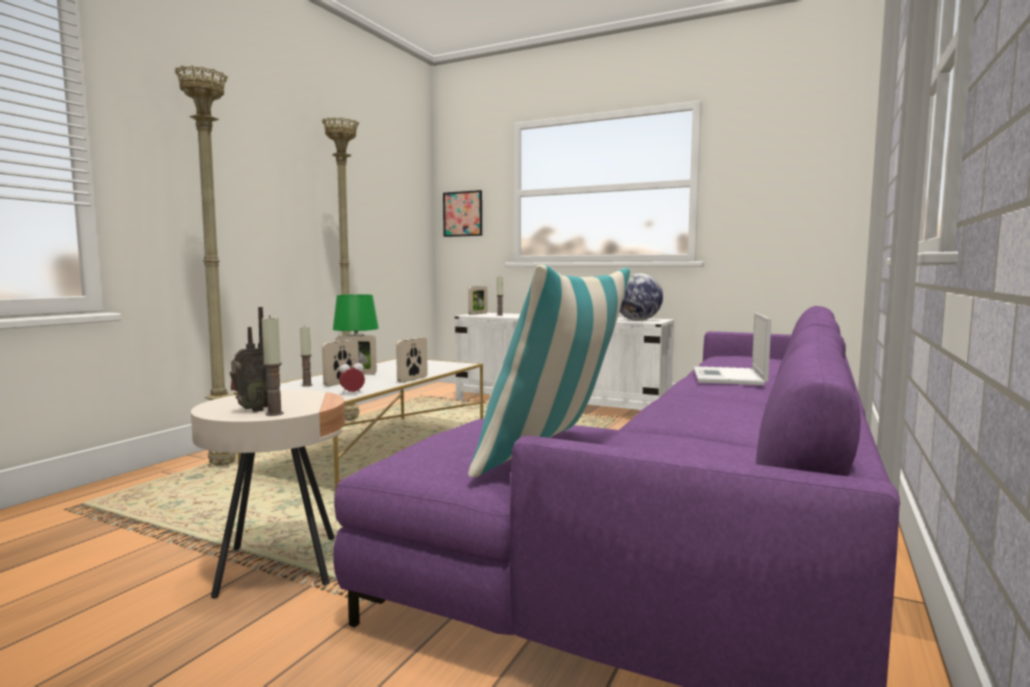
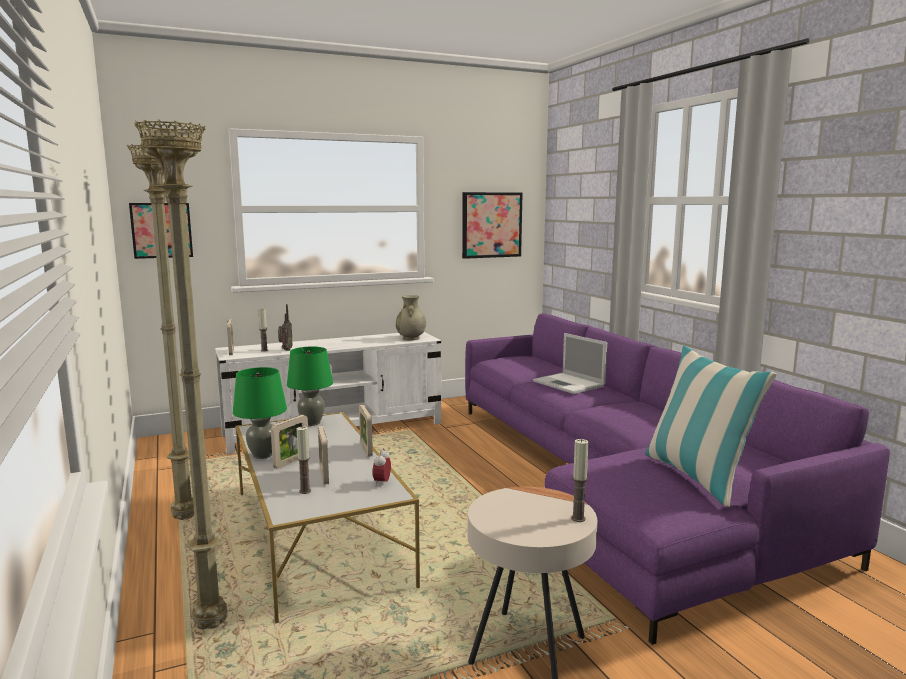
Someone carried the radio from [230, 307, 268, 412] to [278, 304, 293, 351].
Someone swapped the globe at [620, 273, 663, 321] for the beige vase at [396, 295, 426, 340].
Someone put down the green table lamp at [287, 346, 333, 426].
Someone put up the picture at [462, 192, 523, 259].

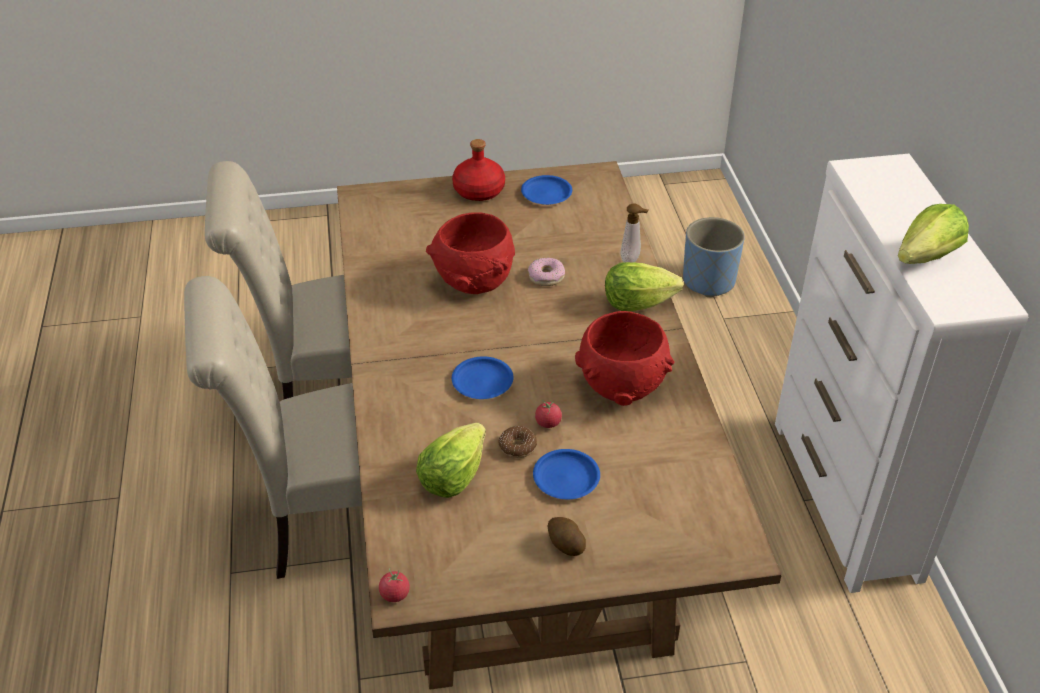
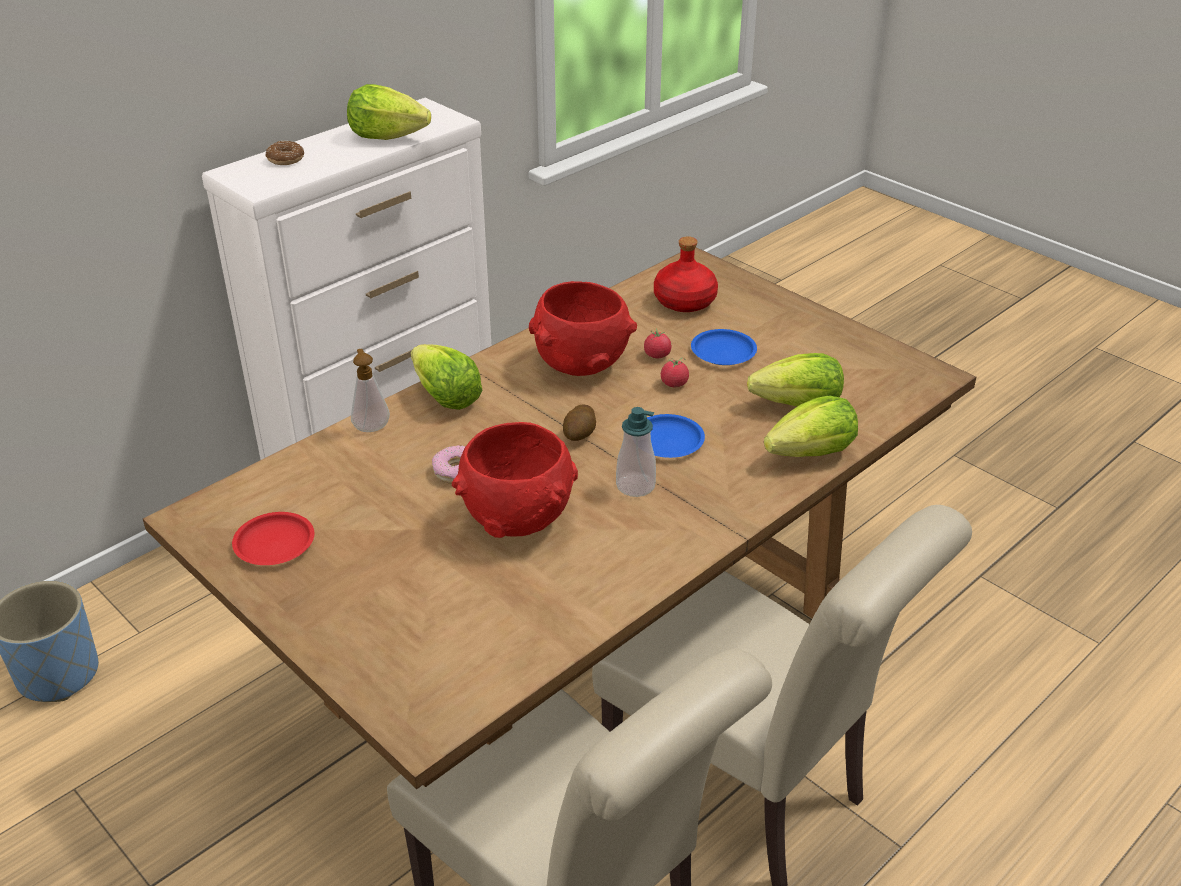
Someone carried the tomato from [379, 568, 410, 602] to [644, 328, 671, 358].
Someone carried the red bottle from [452, 139, 505, 201] to [654, 236, 718, 312].
Someone carried the donut from [499, 426, 537, 458] to [266, 141, 304, 165].
Someone repainted the blue plate at [521, 175, 572, 205], which became the red plate at [232, 512, 314, 565].
Someone carried the potato from [547, 517, 586, 556] to [563, 404, 596, 441].
Someone put down the soap dispenser at [616, 407, 656, 497].
Someone put down the lettuce at [764, 395, 858, 457].

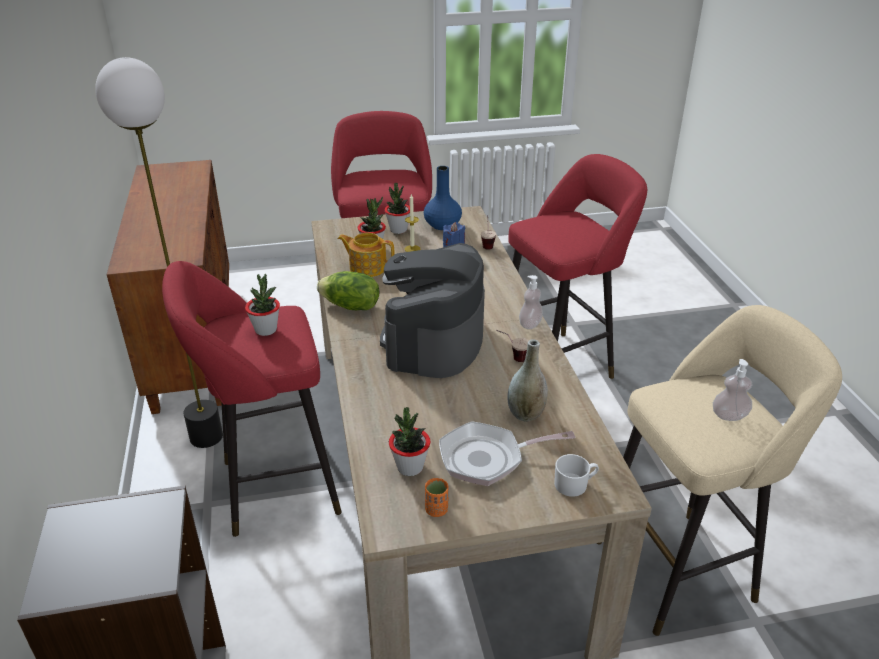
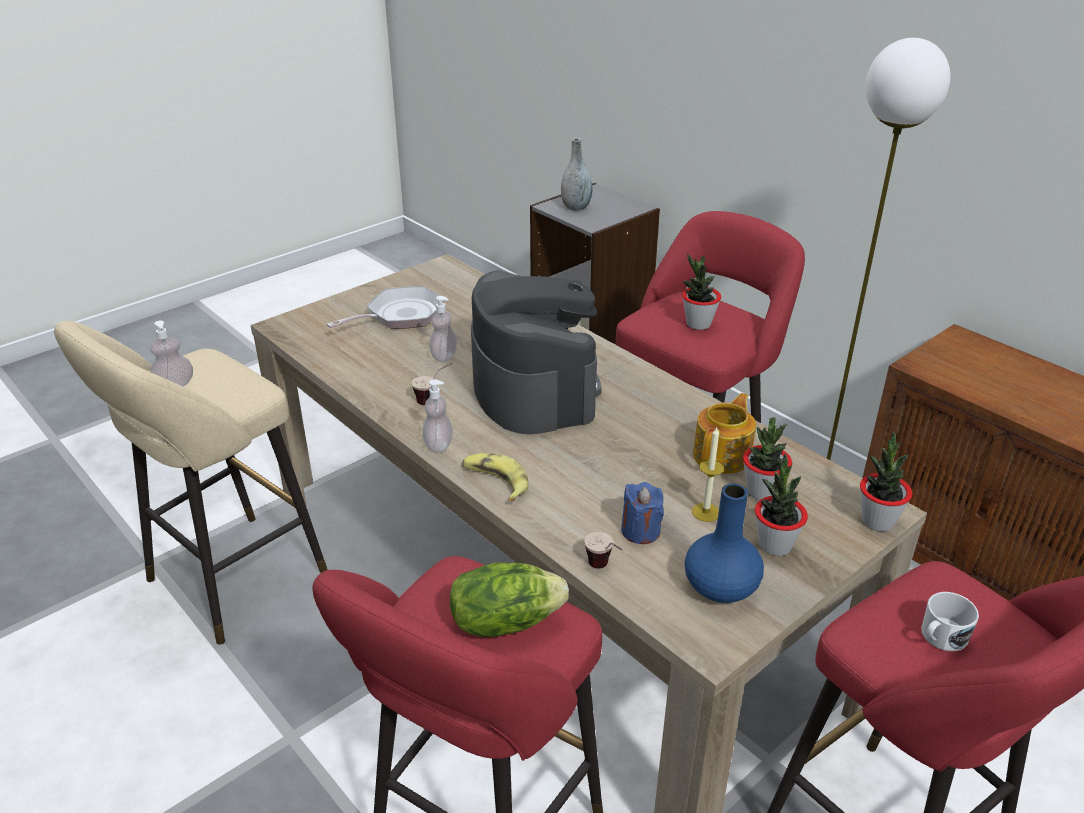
Someone carried the lettuce from [317, 271, 379, 310] to [450, 562, 569, 637].
Someone rotated the teapot at [338, 233, 395, 277] by 45 degrees counterclockwise.
Someone carried the potted plant from [389, 407, 431, 476] to [860, 431, 912, 532].
Someone took away the orange cup at [425, 478, 449, 517].
Someone carried the grey vase from [507, 339, 548, 422] to [561, 138, 592, 211].
Someone carried the white mug from [554, 454, 599, 497] to [921, 592, 979, 651].
Someone put down the soap dispenser at [430, 296, 457, 362].
Someone put down the banana at [462, 453, 528, 502].

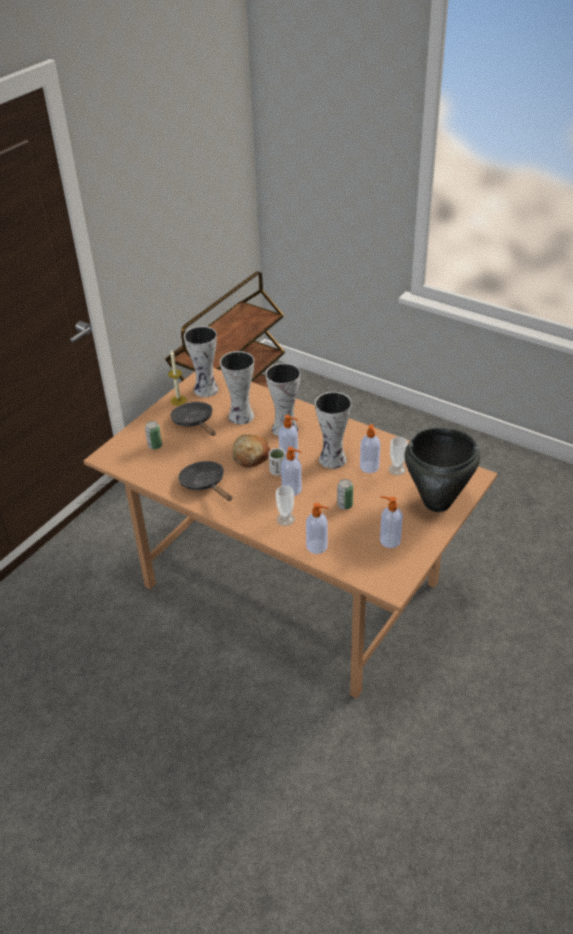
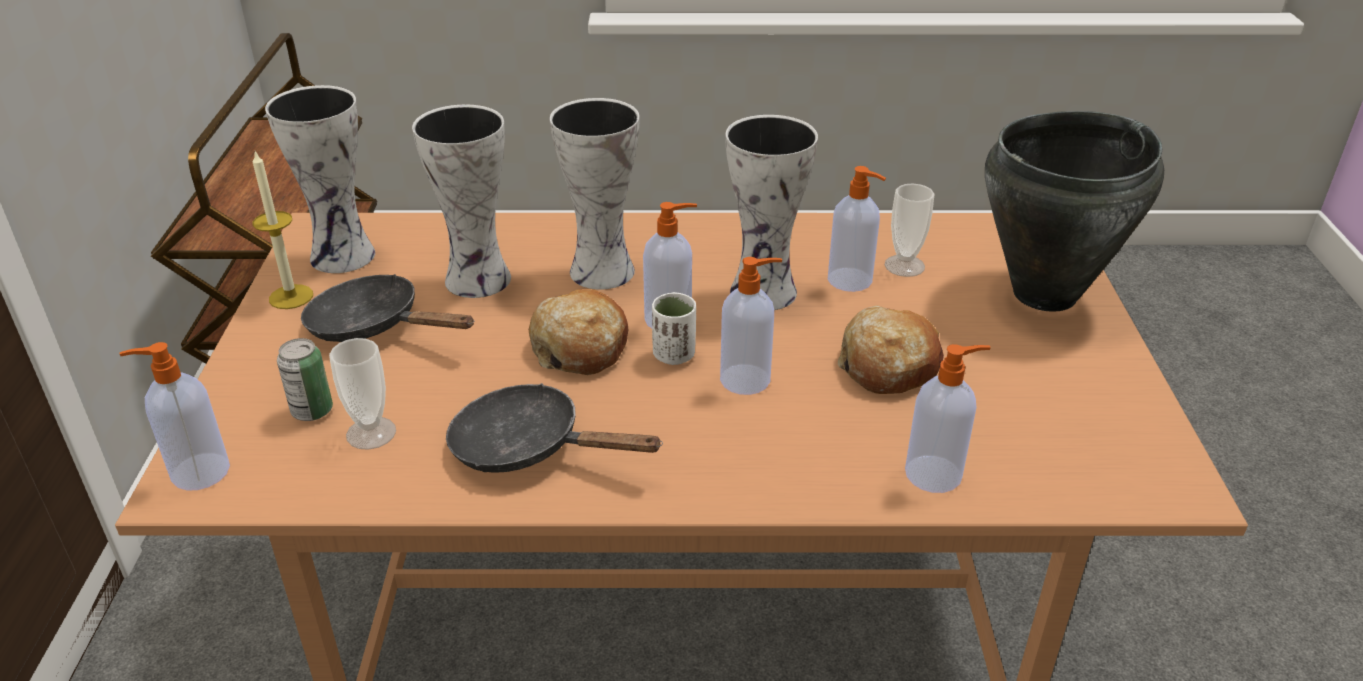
Someone carried the cup from [276, 486, 295, 526] to [329, 338, 396, 450].
Someone swapped the can at [337, 479, 353, 509] for the bread at [838, 305, 944, 394].
Someone carried the soap dispenser from [380, 496, 403, 548] to [120, 342, 230, 491].

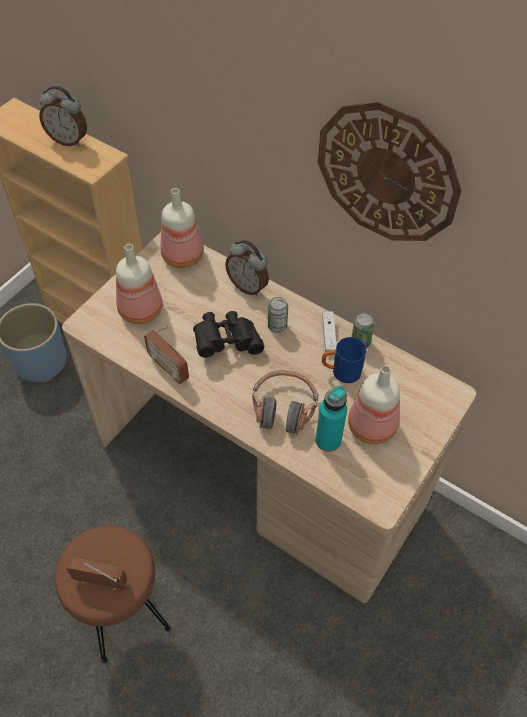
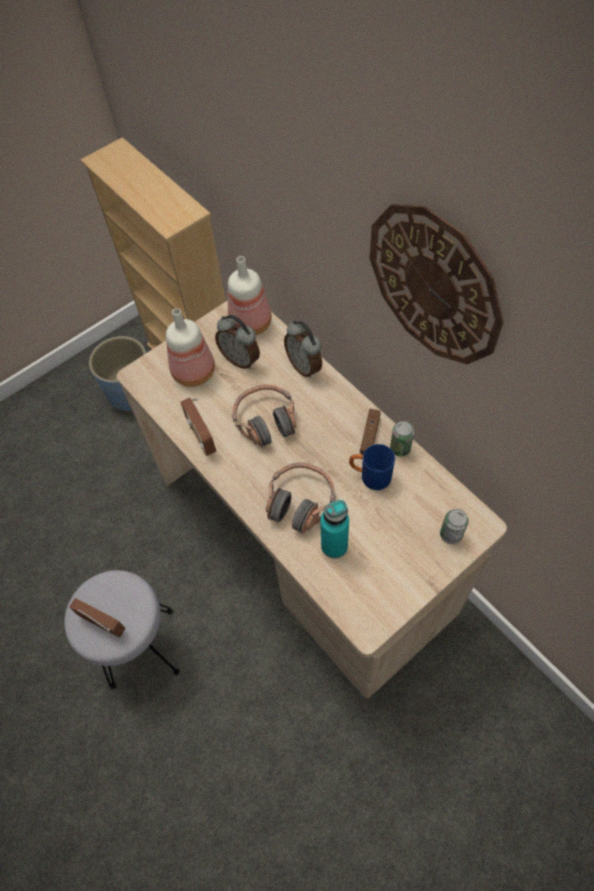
Someone carried the alarm clock from [39, 86, 87, 147] to [215, 315, 260, 369].
Someone repainted the brown stool at [55, 525, 171, 663], which became the grey stool at [64, 570, 180, 689].
Someone swapped the black binoculars at [193, 311, 264, 358] for the headphones at [232, 384, 297, 448].
Someone carried the can from [268, 297, 288, 333] to [440, 509, 468, 544].
Someone repainted the white game controller at [322, 311, 337, 355], which became the brown game controller at [360, 409, 381, 455].
Someone took away the bottle at [348, 365, 400, 444].

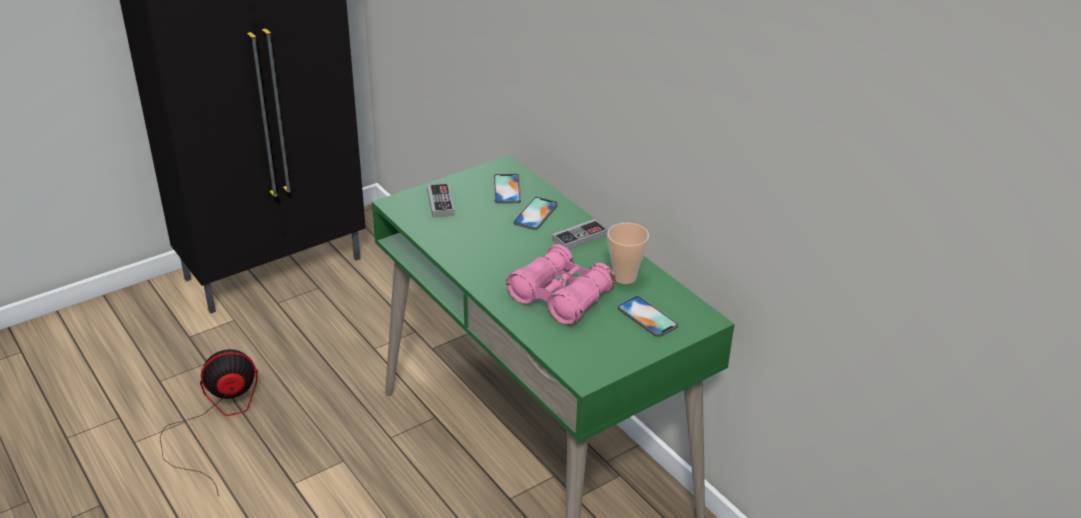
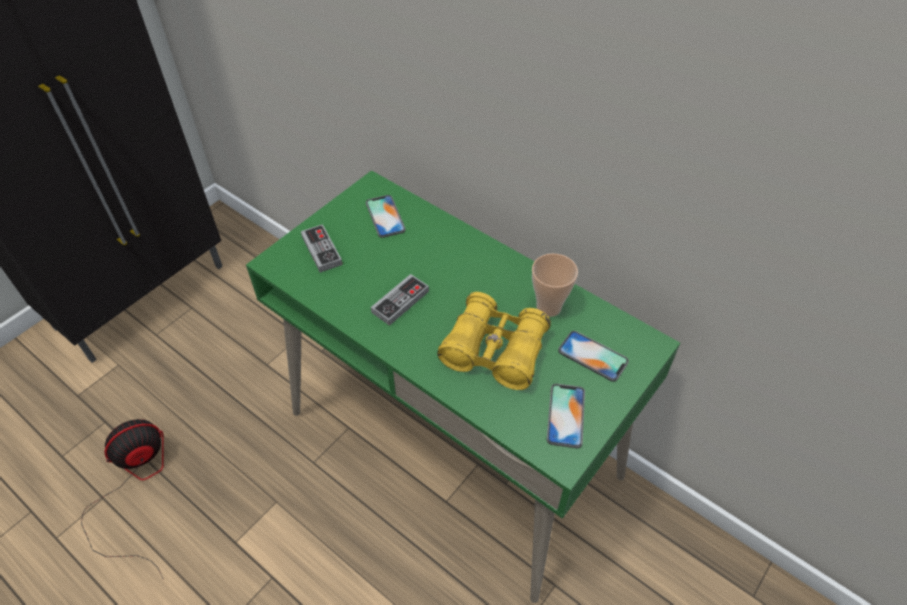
Someone repainted the pink binoculars at [506, 244, 616, 325], which became the yellow binoculars at [437, 292, 551, 390].
Someone carried the phone from [513, 197, 558, 230] to [547, 384, 585, 448].
Someone carried the game controller from [552, 219, 608, 250] to [371, 274, 429, 326].

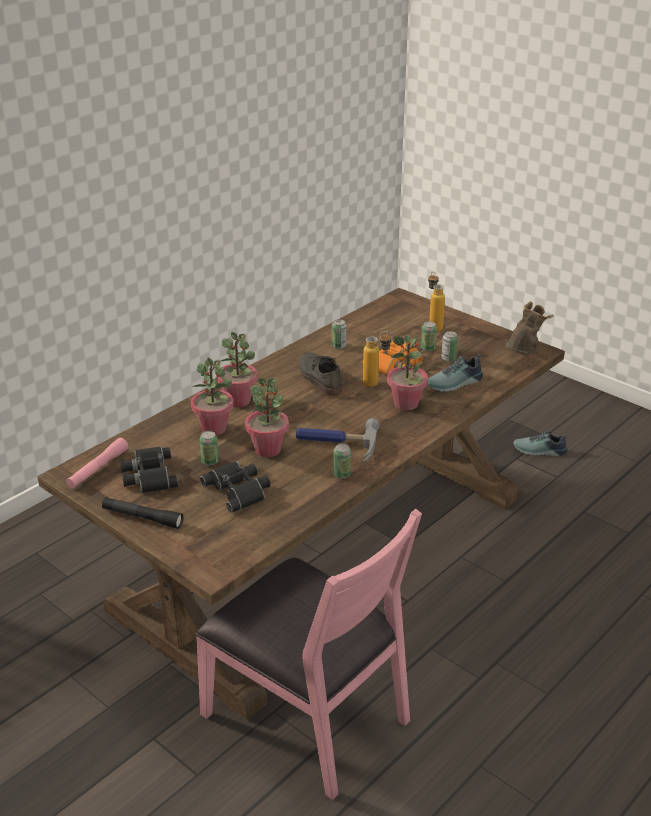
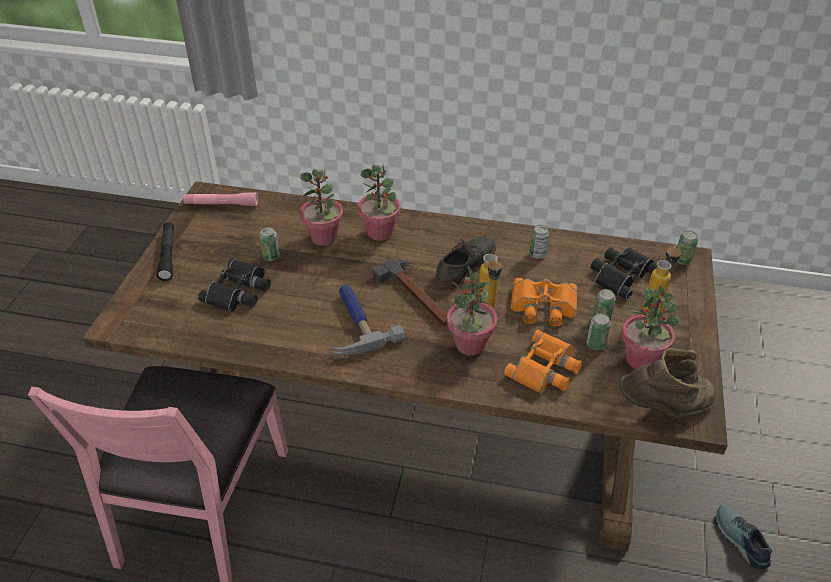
Someone carried the black binoculars from [120, 446, 178, 493] to [591, 247, 657, 300].
Someone carried the potted plant from [245, 378, 289, 457] to [622, 285, 680, 369].
Someone carried the can from [333, 443, 351, 479] to [677, 231, 698, 265].
Someone swapped the shoe at [427, 354, 483, 392] for the orange binoculars at [504, 330, 582, 394].
Someone put down the hammer at [372, 259, 447, 326].

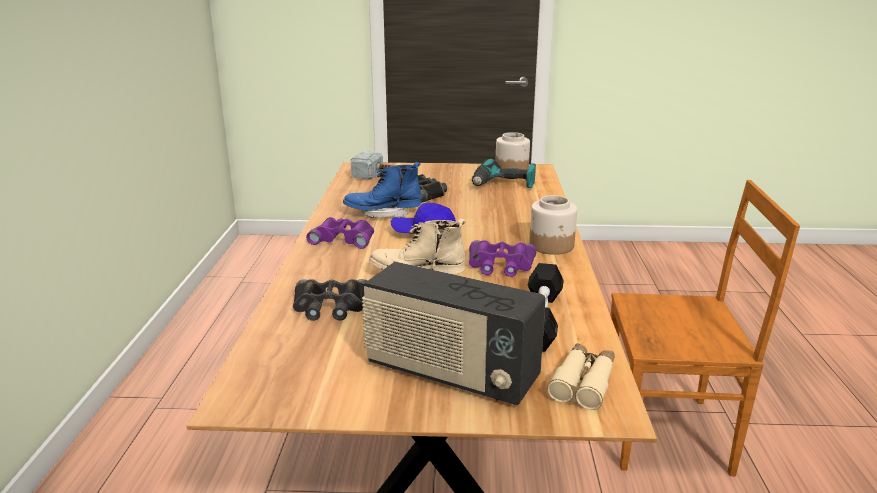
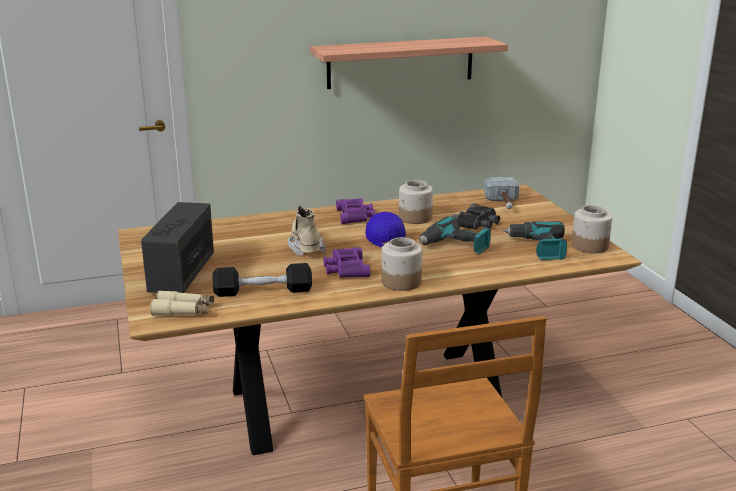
Someone took away the black binoculars at [293, 279, 367, 321].
Someone swapped the blue boot at [343, 162, 421, 218] for the jar at [399, 180, 433, 224].
Someone put up the shelf at [310, 37, 508, 89].
Someone put down the power drill at [419, 216, 491, 254].

